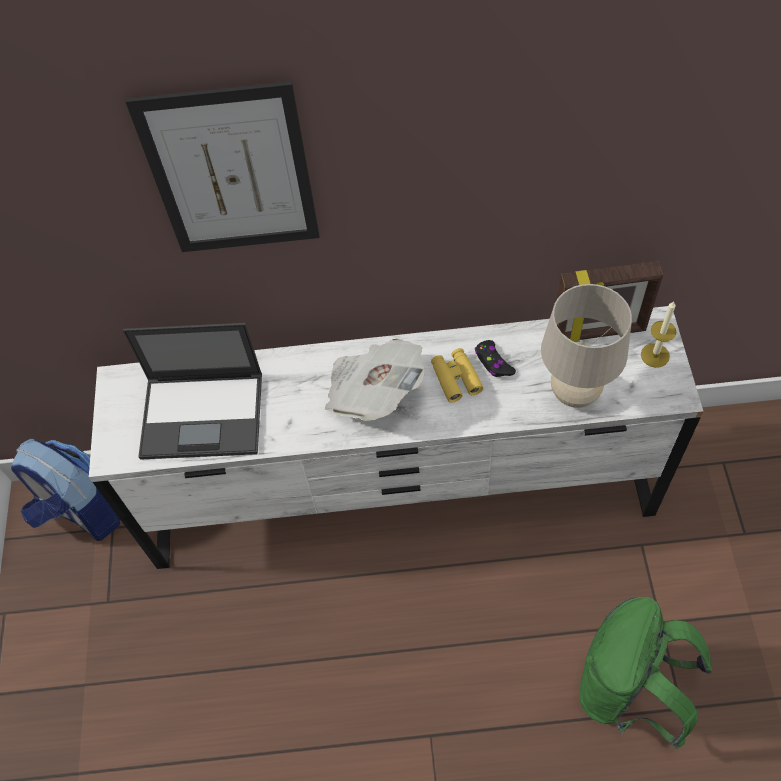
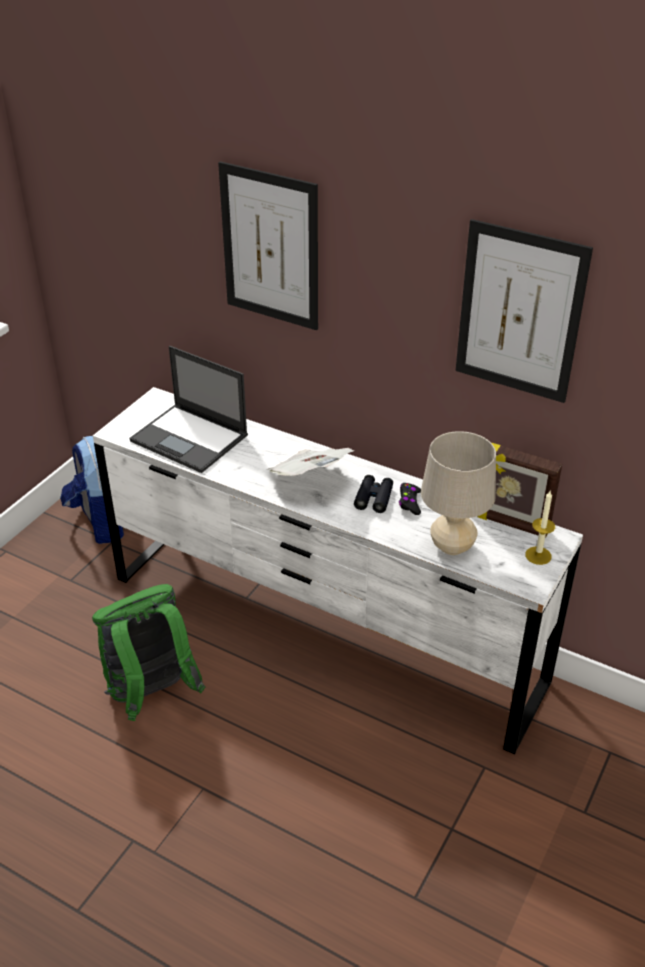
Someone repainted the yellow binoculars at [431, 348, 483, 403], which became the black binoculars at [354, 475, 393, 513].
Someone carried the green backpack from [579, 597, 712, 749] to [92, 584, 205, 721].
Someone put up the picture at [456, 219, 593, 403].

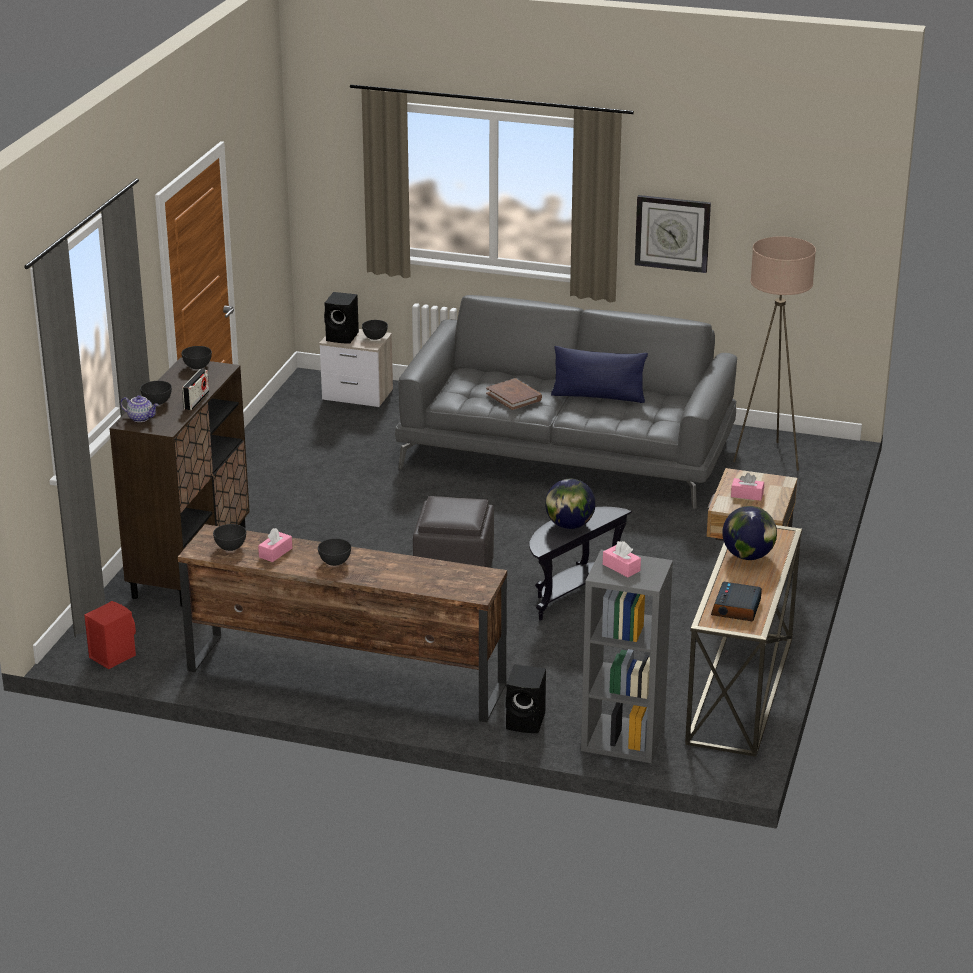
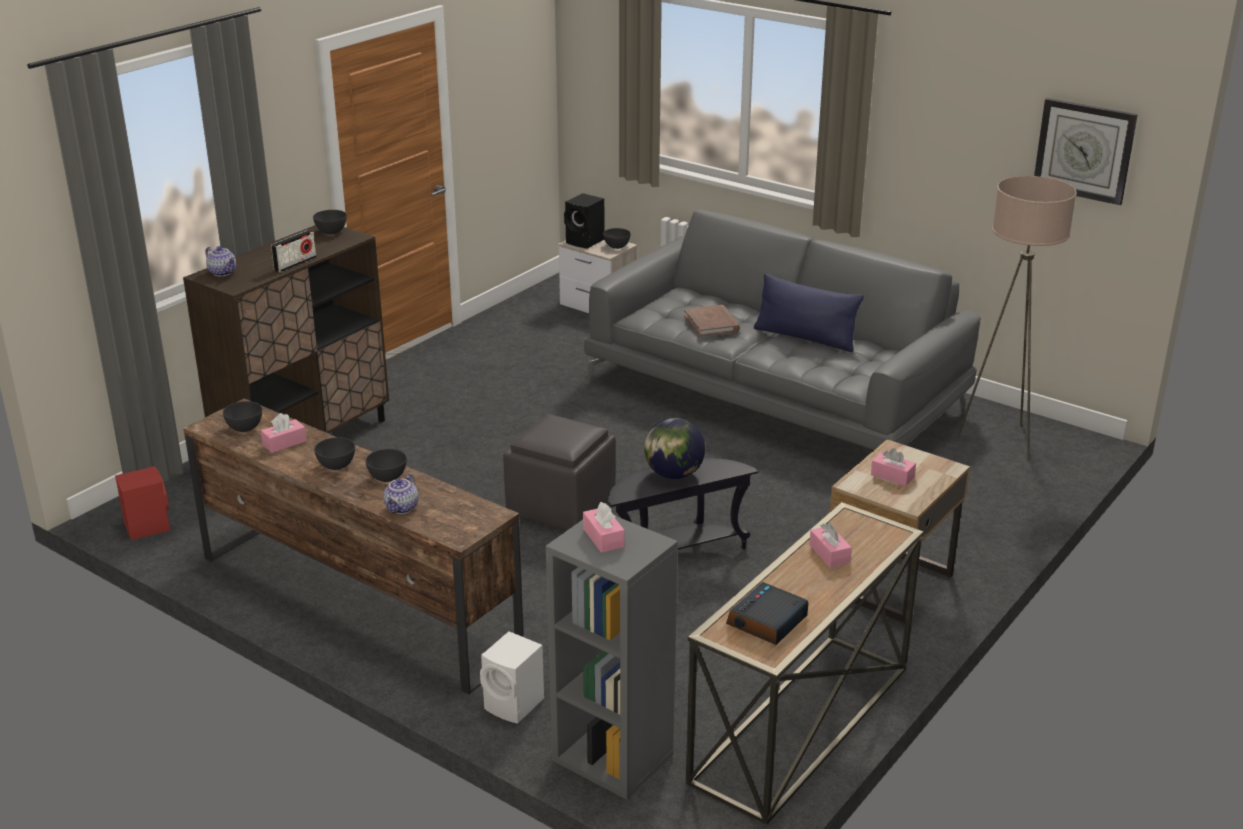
Someone carried the grey bowl from [140, 381, 172, 405] to [365, 449, 407, 482].
Someone repainted the black speaker at [506, 665, 546, 733], which became the white speaker at [480, 631, 544, 724].
Someone carried the wall clock from [635, 195, 711, 273] to [1034, 98, 1138, 205].
Someone swapped the globe at [722, 506, 777, 560] for the pink tissue box at [809, 523, 852, 568].
Someone put down the teapot at [384, 473, 418, 514].

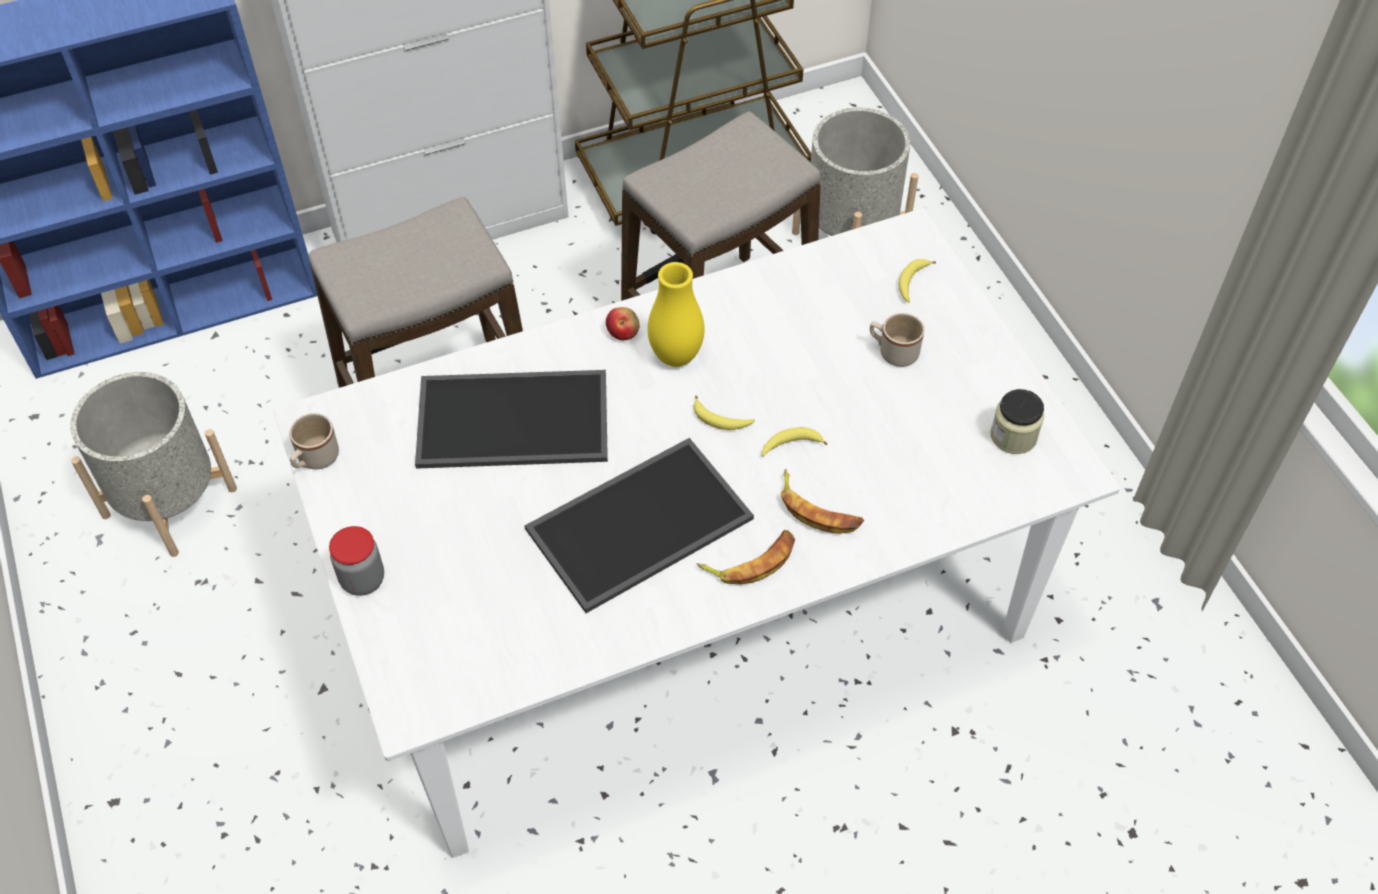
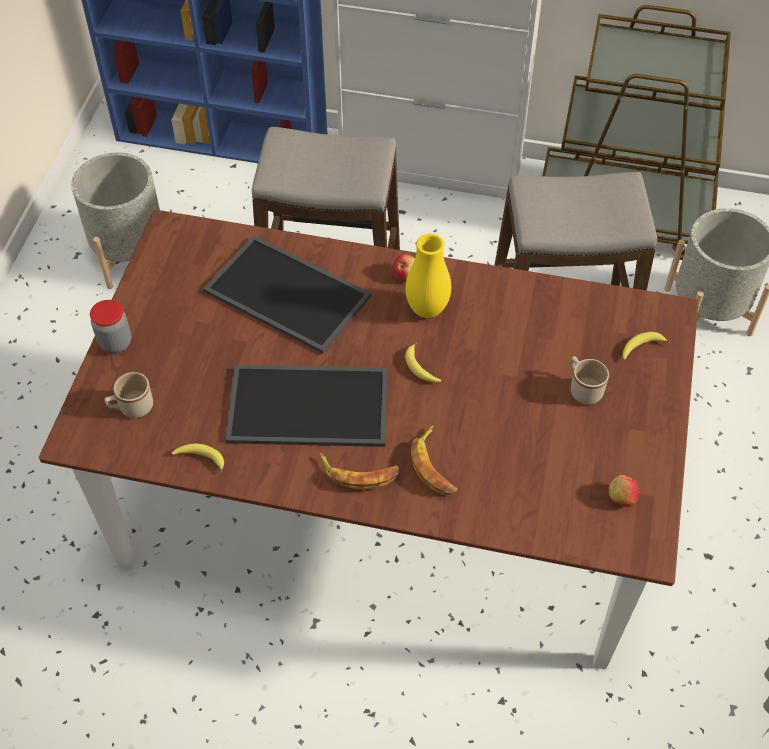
Someone repainted the white dining table at [273, 208, 1121, 858], which became the brown dining table at [39, 210, 699, 669].
Someone carried the beige mug from [289, 413, 339, 469] to [104, 372, 153, 418].
Someone carried the banana from [761, 427, 827, 457] to [172, 443, 224, 473].
Someone swapped the jar at [990, 389, 1044, 454] for the apple at [609, 475, 640, 507].

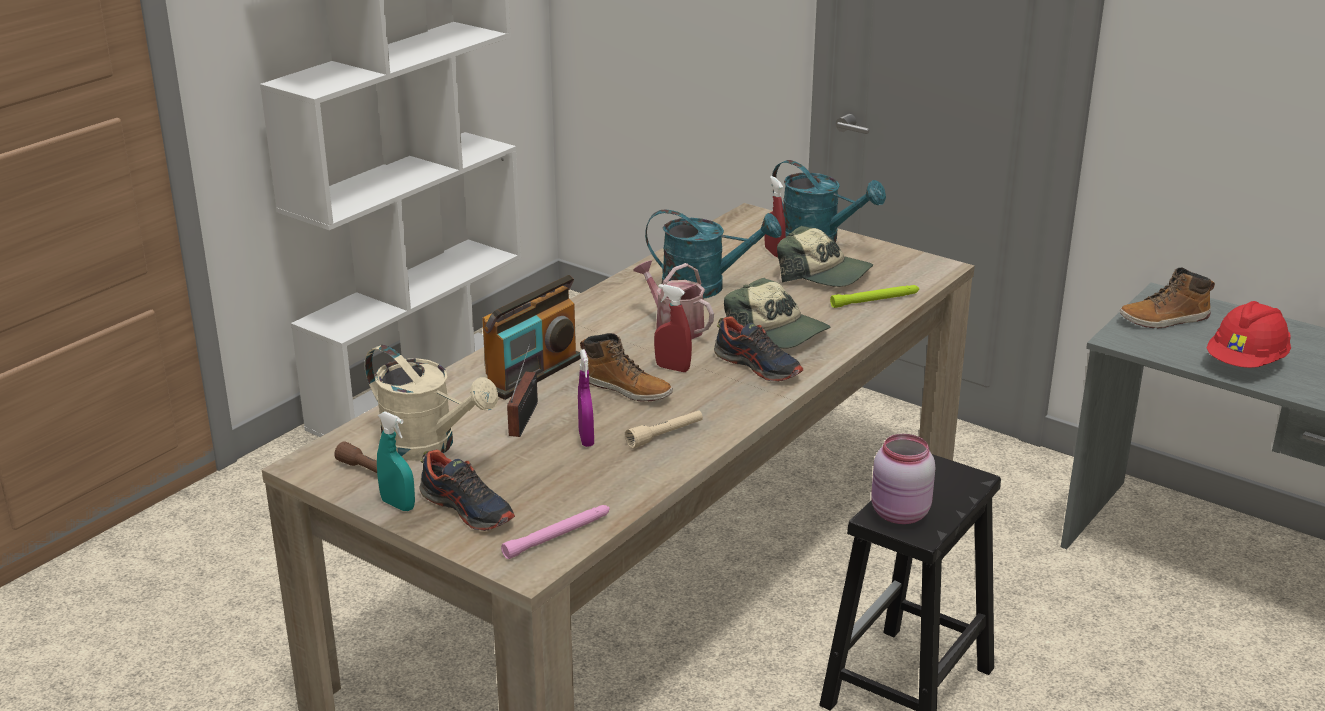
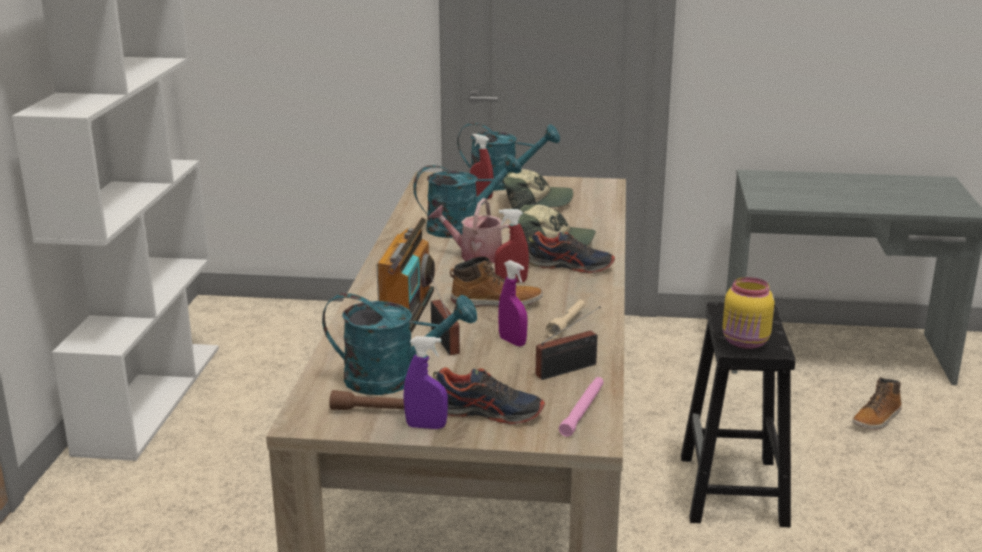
Someone repainted the beige watering can at [365, 345, 498, 461], which became the turquoise watering can at [322, 293, 477, 395].
Someone repainted the turquoise spray bottle at [377, 411, 415, 511], which became the purple spray bottle at [404, 336, 448, 429].
Someone took away the green flashlight at [830, 285, 919, 308].
Someone repainted the pink jar at [871, 434, 935, 524], which became the yellow jar at [723, 277, 774, 349].
Someone carried the boot from [1120, 268, 1215, 329] to [852, 377, 902, 430].
Someone took away the red hard hat at [1207, 301, 1291, 368].
Someone put down the radio at [536, 306, 601, 380].

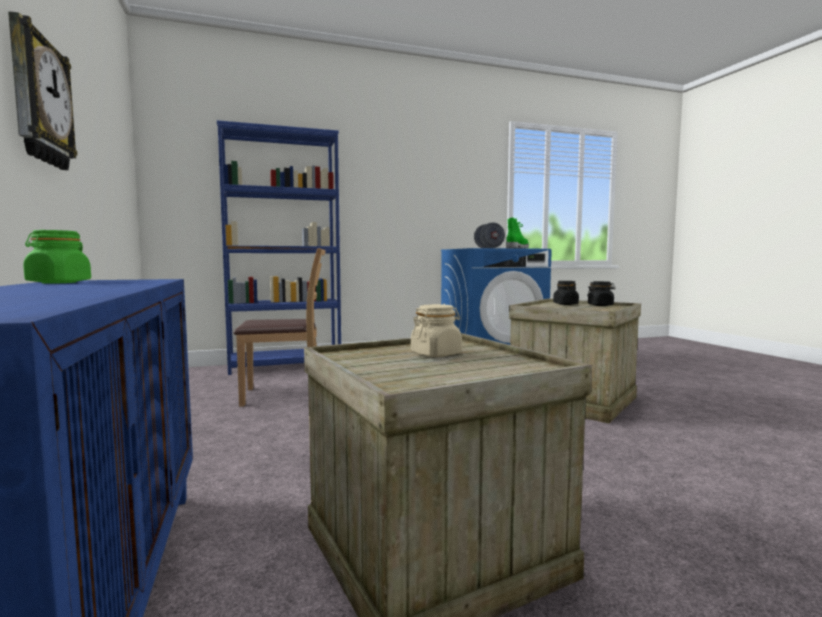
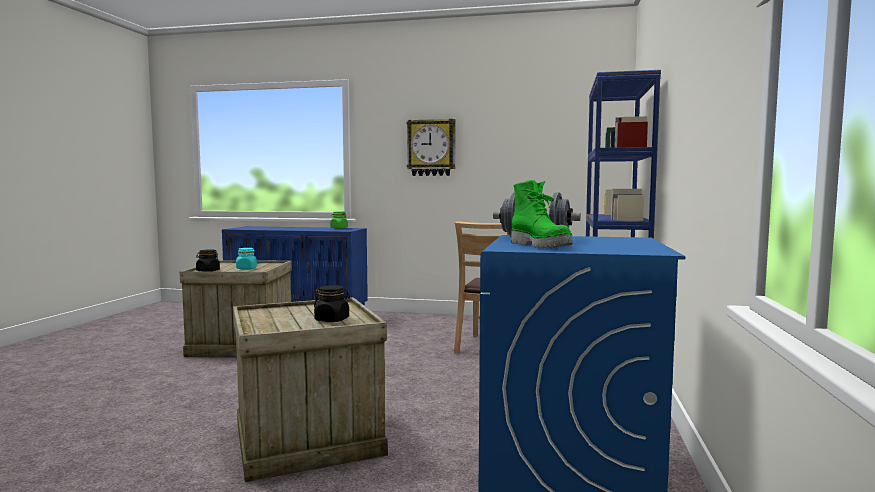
Someone repainted the beige jar at [411, 304, 462, 357], which became the turquoise jar at [236, 248, 257, 270].
Someone carried the black jar from [587, 281, 616, 306] to [196, 249, 220, 272].

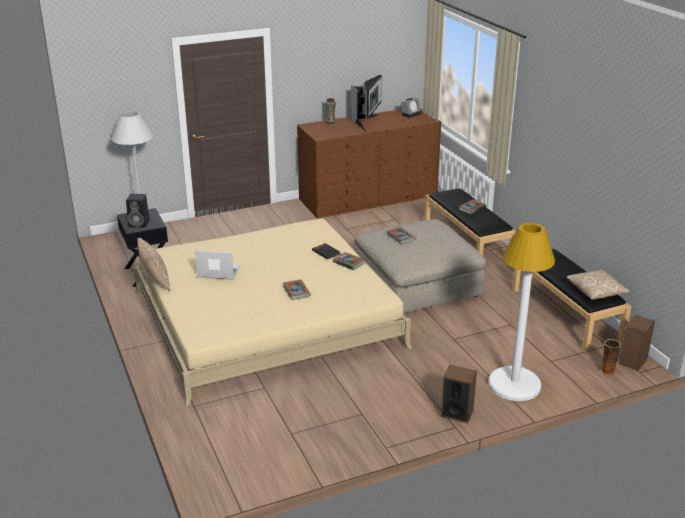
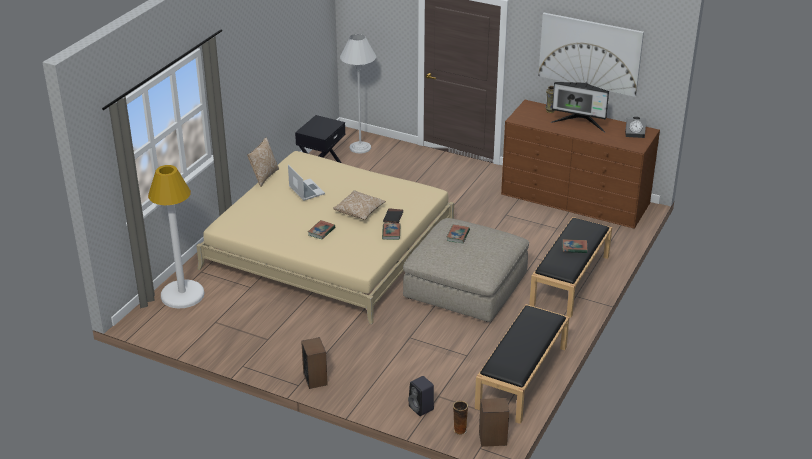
Someone carried the black speaker from [126, 194, 150, 227] to [408, 376, 434, 416].
Someone rotated the monitor at [351, 75, 382, 133] by 45 degrees clockwise.
Someone carried the white floor lamp from [488, 223, 555, 401] to [148, 165, 204, 308].
Someone carried the pillow from [566, 270, 630, 300] to [333, 191, 386, 220].
Someone put up the picture at [539, 13, 644, 97].

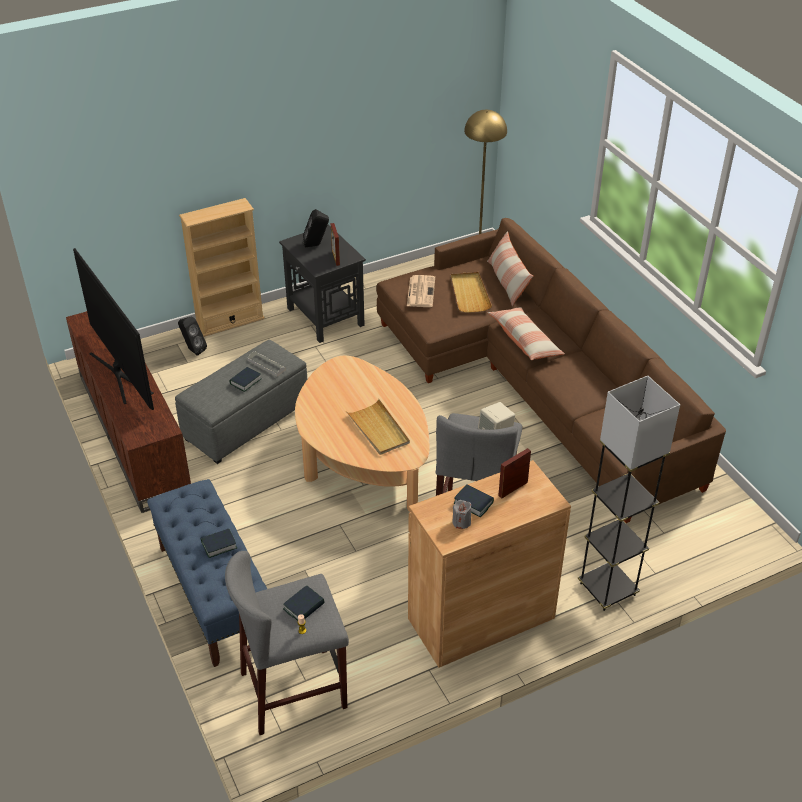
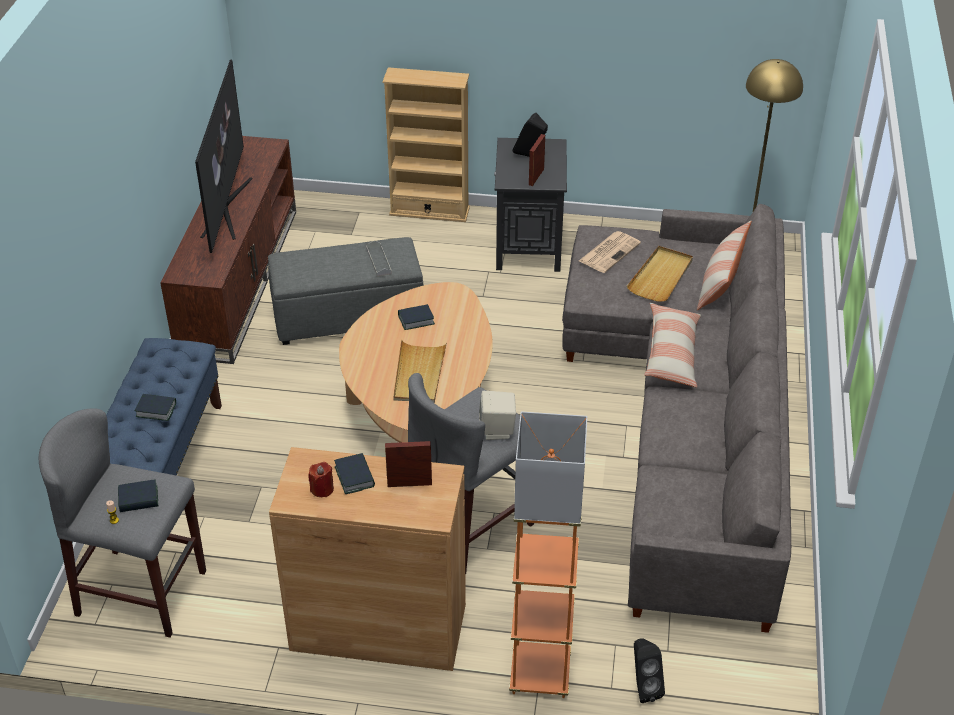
Someone carried the black speaker from [178, 317, 207, 356] to [634, 639, 665, 703].
Someone carried the book from [229, 367, 262, 392] to [398, 304, 435, 330].
Someone repainted the brown sofa at [376, 218, 726, 523], which became the grey sofa at [562, 204, 791, 633].
Someone repainted the grey candle at [452, 500, 471, 529], which became the red candle at [308, 462, 334, 497].
Someone repainted the grey floor lamp at [578, 376, 680, 611], which became the orange floor lamp at [509, 411, 587, 698].

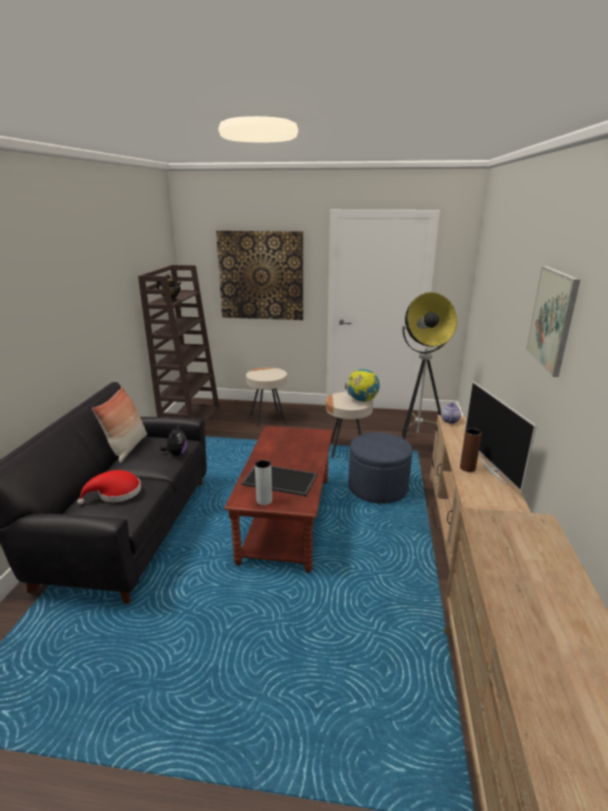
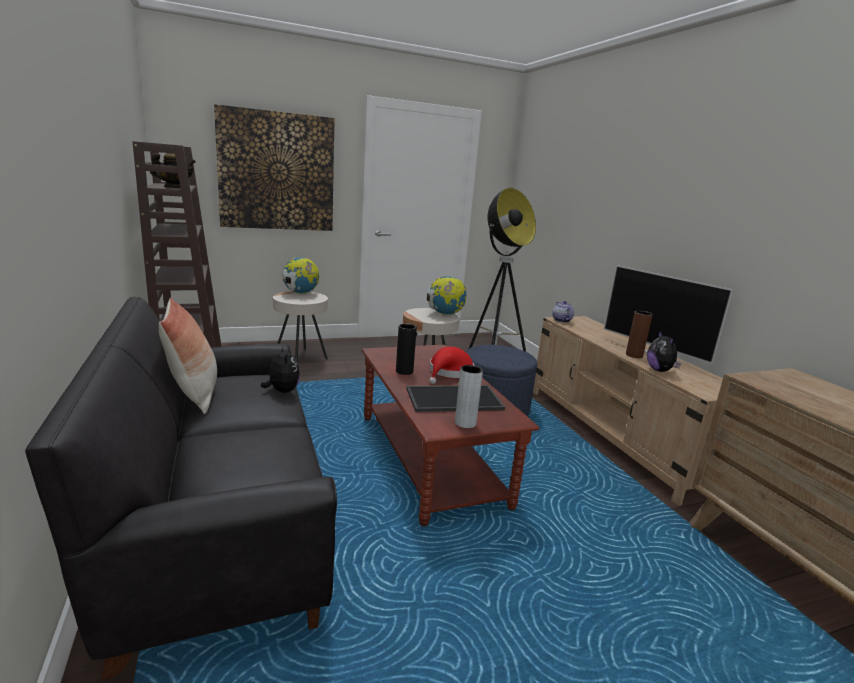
Someone carried the red hat from [77, 470, 141, 505] to [429, 346, 474, 384].
Someone took away the picture at [526, 266, 580, 377].
Someone put down the globe at [282, 258, 319, 294].
Someone put down the black vase at [396, 324, 417, 375].
Someone put down the plush toy at [647, 330, 681, 372].

